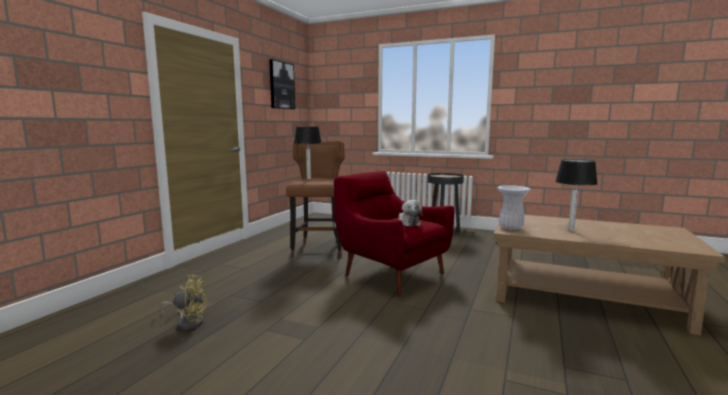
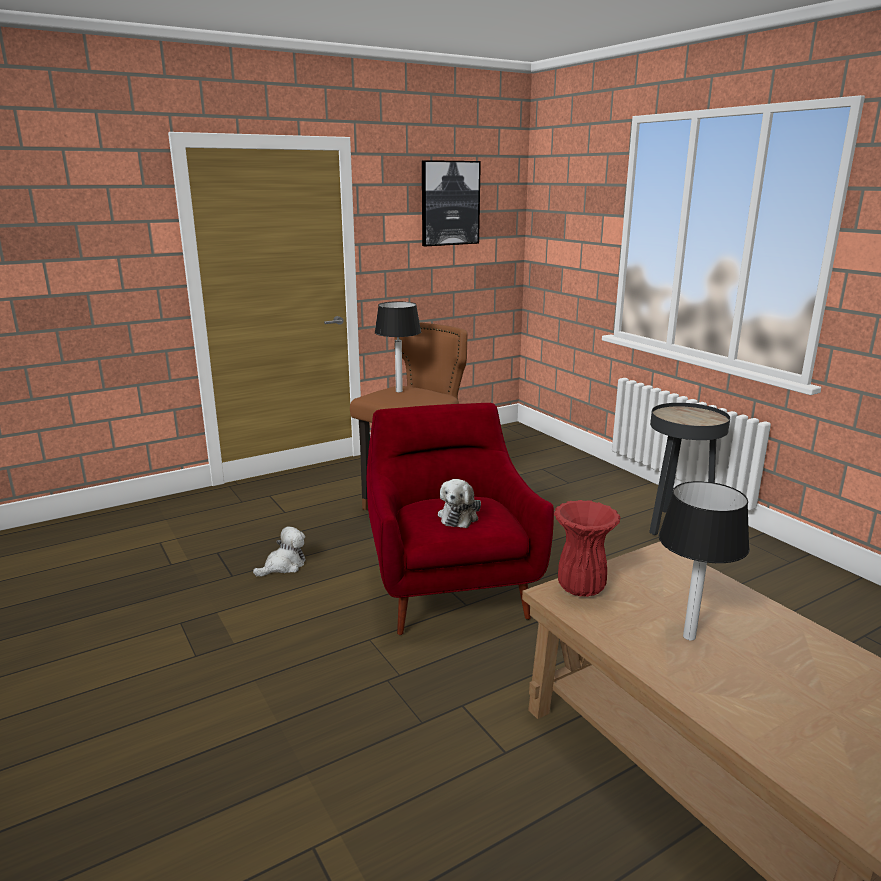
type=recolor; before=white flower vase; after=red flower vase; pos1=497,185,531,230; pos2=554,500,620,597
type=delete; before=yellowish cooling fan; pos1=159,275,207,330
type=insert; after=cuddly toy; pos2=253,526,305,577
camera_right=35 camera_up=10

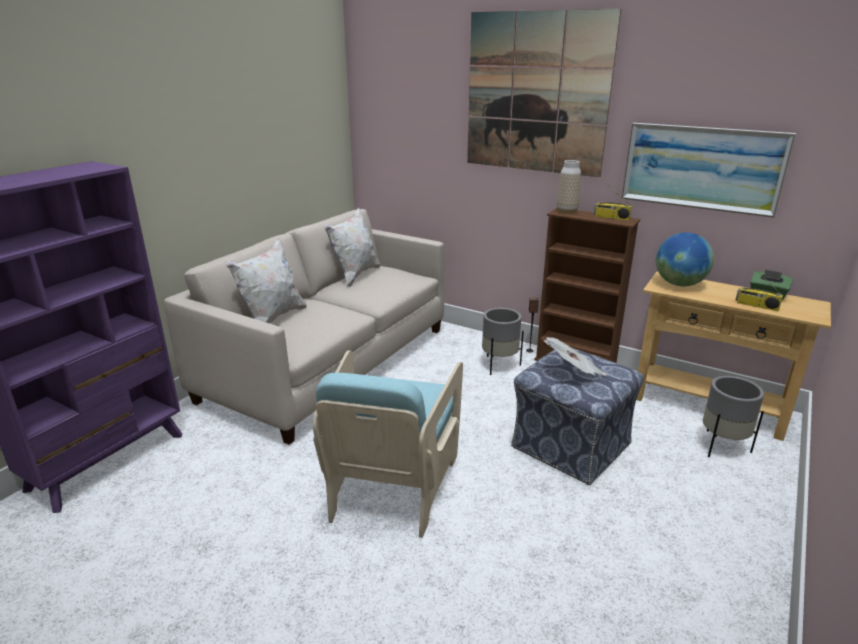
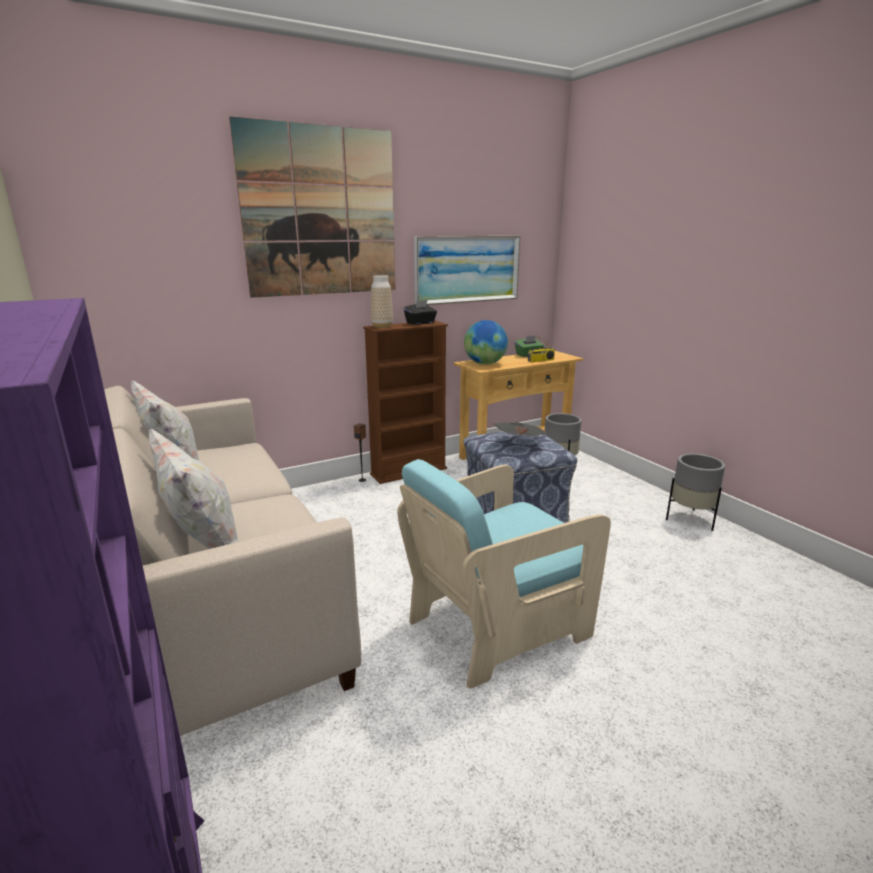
type=replace; before=radio set; after=blackish box of tissues; pos1=594,183,632,220; pos2=404,300,437,325
type=move; before=greyish planter; pos1=482,308,524,375; pos2=666,453,725,531
type=rotate; before=turquoise armchair; pos1=313,350,463,538; pos2=397,459,611,689; turn=105
camera_right=-60 camera_up=-5

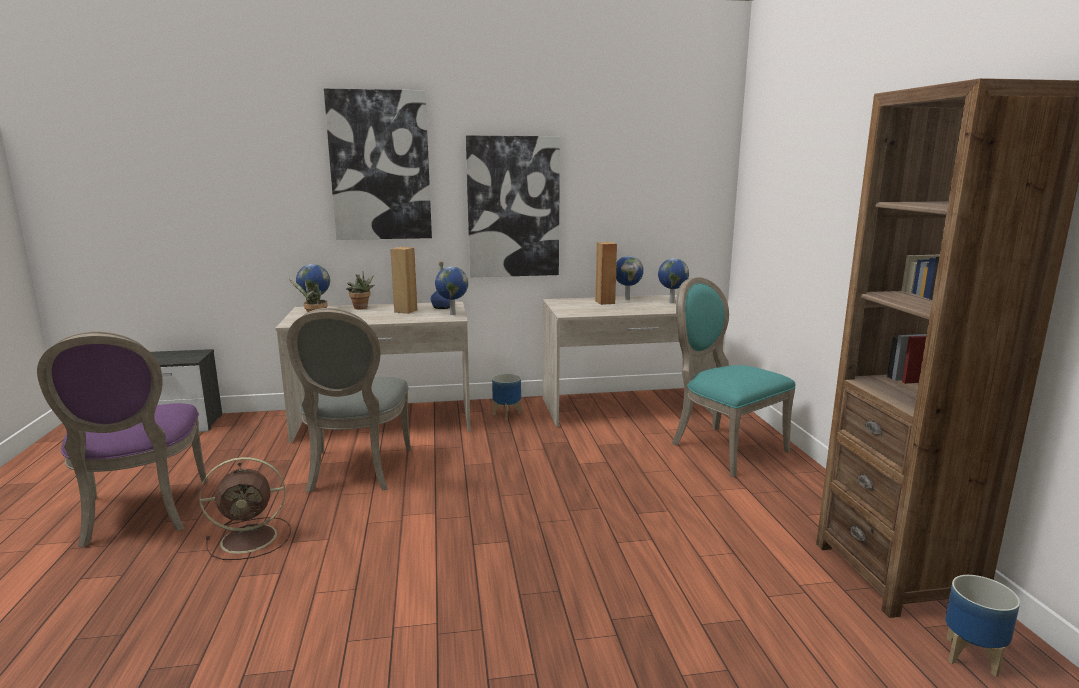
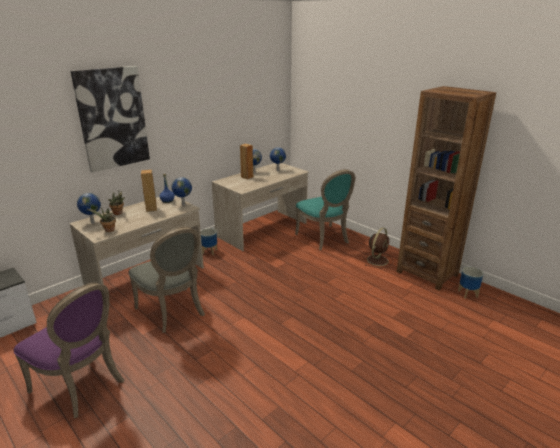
type=delete; before=picture; pos1=466,136,560,277
type=rotate; before=turquoise chair; pos1=672,277,796,477; pos2=295,169,355,250; turn=-135
type=move; before=brown-coloured cooling fan; pos1=199,457,291,560; pos2=363,228,393,268
camera_right=-35 camera_up=10

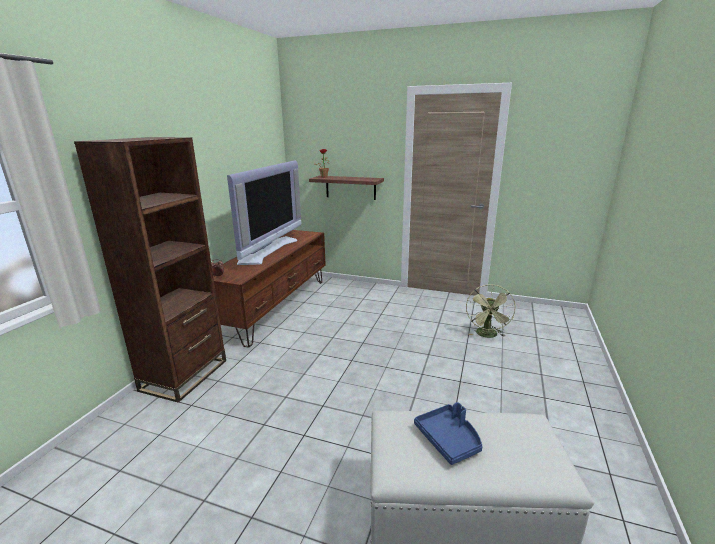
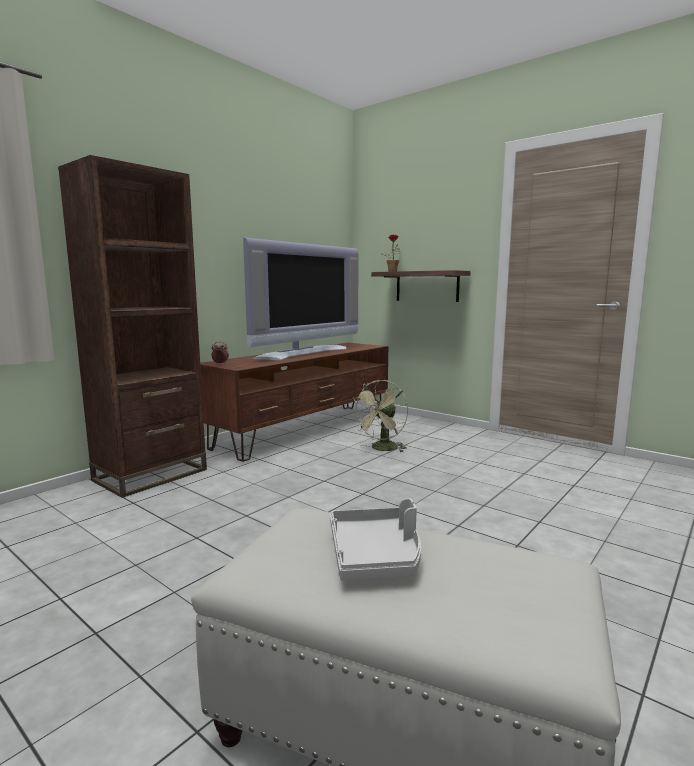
type=move; before=green cooling fan; pos1=466,284,516,338; pos2=351,380,408,452
type=recolor; before=blue-coloured serving tray; after=greyish serving tray; pos1=414,402,483,465; pos2=330,498,421,581
camera_right=20 camera_up=-10

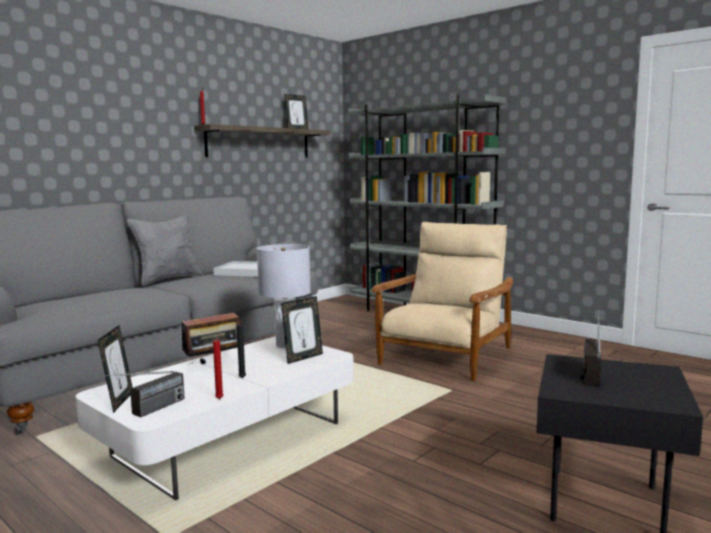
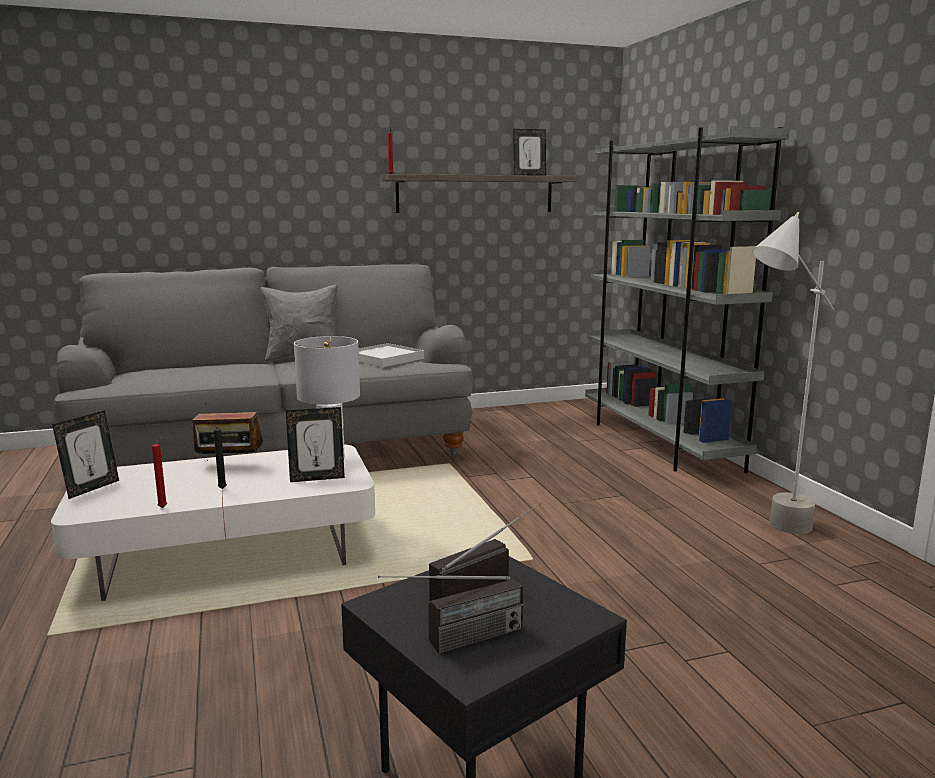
type=delete; before=sand-coloured armchair; pos1=372,222,513,381
type=move; before=radio set; pos1=101,371,185,417; pos2=378,575,523,654
type=insert; after=greyish floor lamp; pos2=752,212,834,534
camera_right=30 camera_up=5

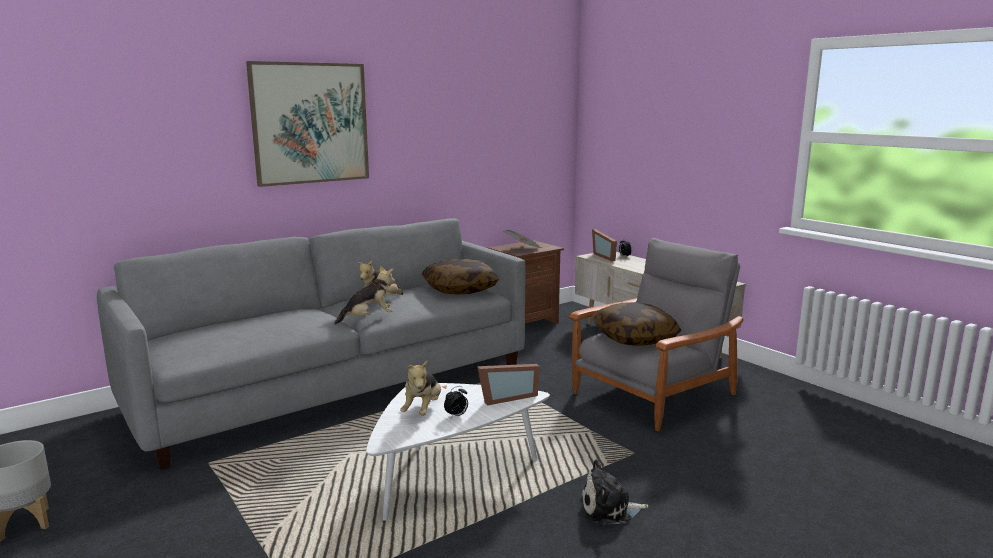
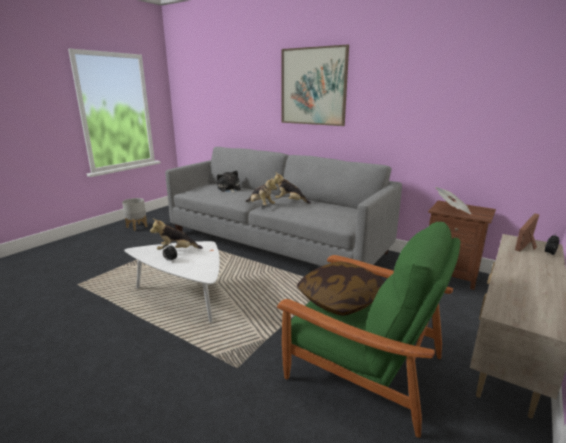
type=recolor; before=greyish armchair; after=green armchair; pos1=569,238,743,431; pos2=277,222,461,438
type=delete; before=throw pillow; pos1=422,259,499,294
type=delete; before=photo frame; pos1=477,364,540,406
type=move; before=cuddly toy; pos1=581,459,649,524; pos2=217,171,241,193
camera_right=70 camera_up=5

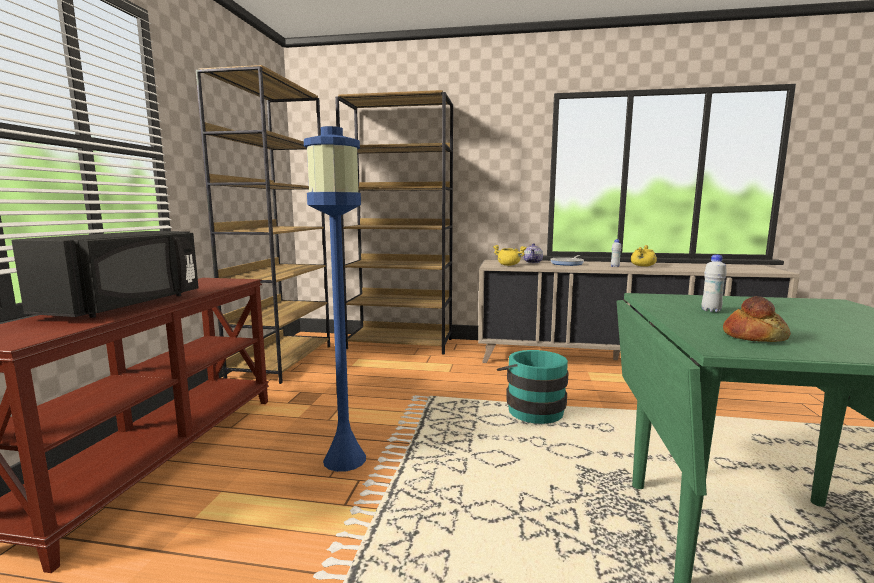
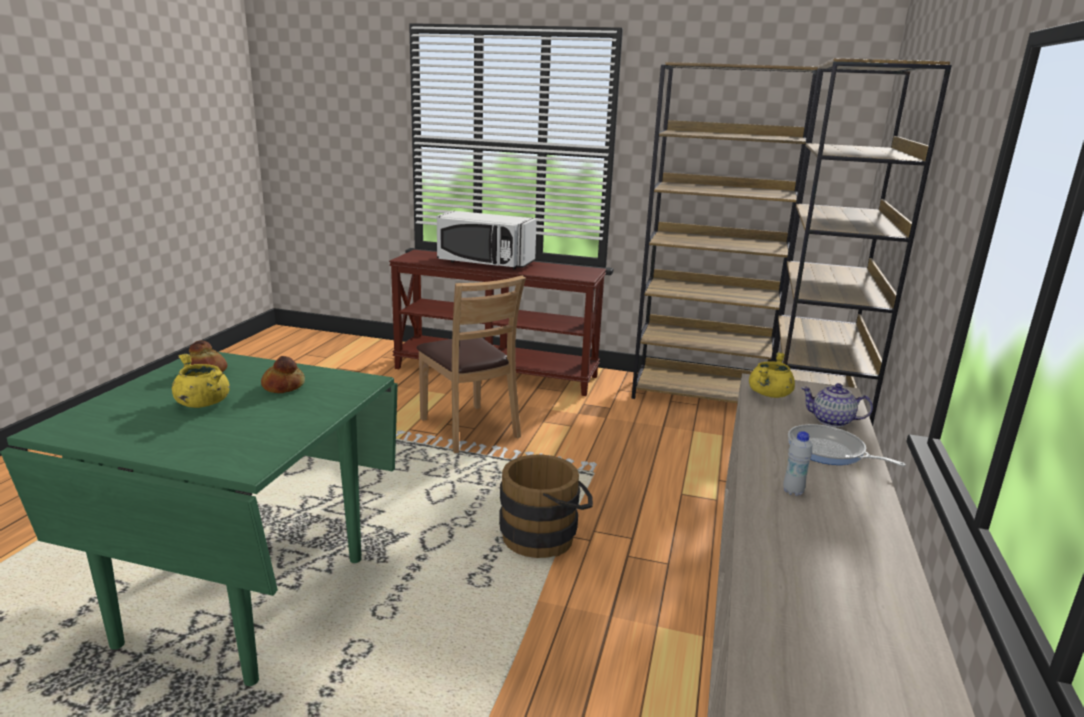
type=replace; before=blue-coloured floor lamp; after=brown-coloured chair; pos1=304,126,366,472; pos2=417,276,526,453
type=recolor; before=blackish kitchen microwave; after=white kitchen microwave; pos1=12,231,199,318; pos2=437,211,537,270
type=move; before=yellowish stockpot; pos1=631,245,657,267; pos2=172,354,230,408
type=replace; before=white bottle; after=bakery bread; pos1=702,255,727,312; pos2=261,356,305,393
type=recolor; before=turquoise pail; after=brown-coloured pail; pos1=497,350,569,424; pos2=499,454,593,558
camera_right=95 camera_up=10

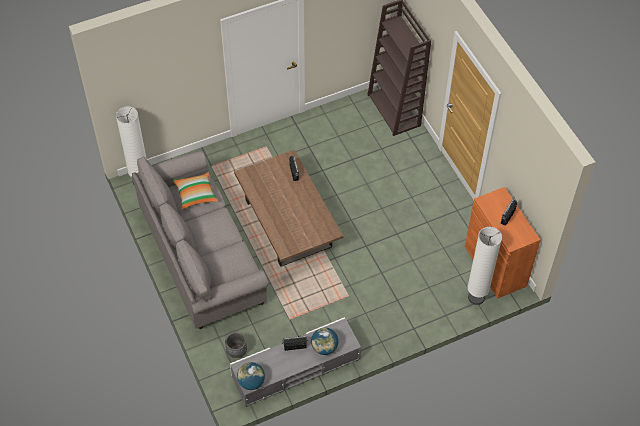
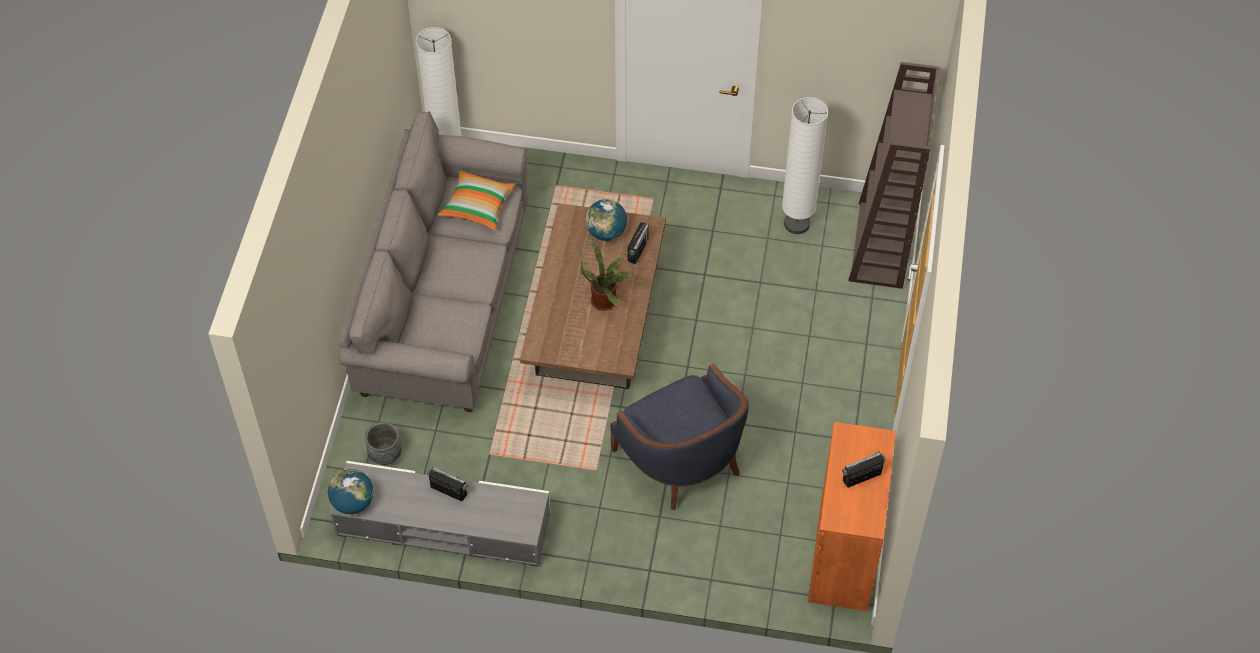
type=move; before=white floor lamp; pos1=468,227,502,305; pos2=782,97,828,234
type=move; before=globe; pos1=311,328,338,355; pos2=585,199,627,241
type=insert; after=potted plant; pos2=579,237,636,311
type=insert; after=blue-coloured armchair; pos2=610,363,749,510
camera_right=35 camera_up=0

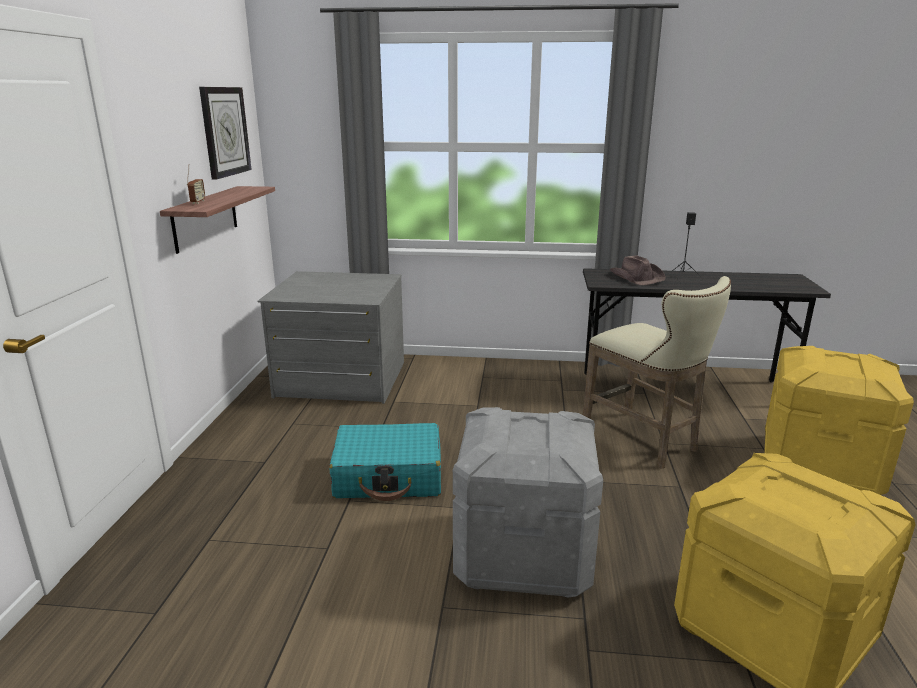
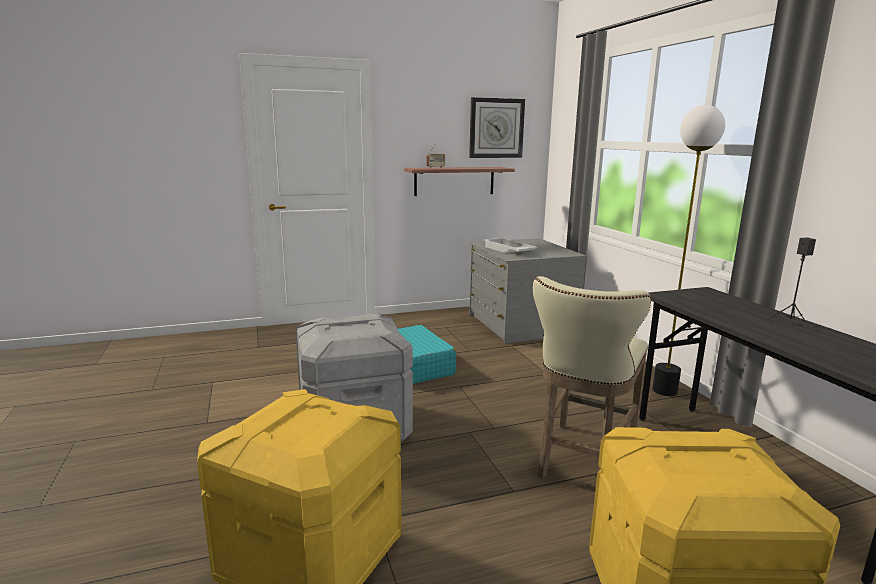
type=delete; before=brown-coloured clothing hat; pos1=610,255,666,285
type=insert; after=floor lamp; pos2=652,105,725,396
type=insert; after=white serving tray; pos2=484,238,537,253
camera_right=65 camera_up=-5

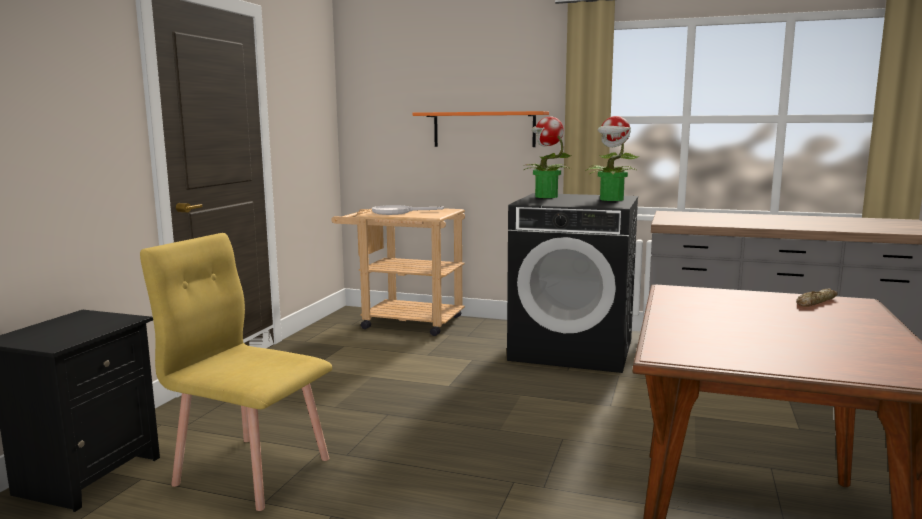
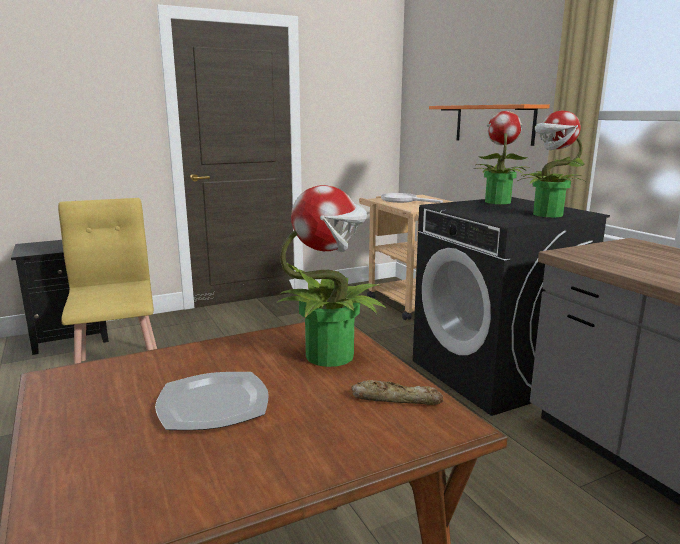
type=insert; after=potted plant; pos2=277,185,386,367
type=insert; after=plate; pos2=155,372,269,430
camera_right=45 camera_up=5

